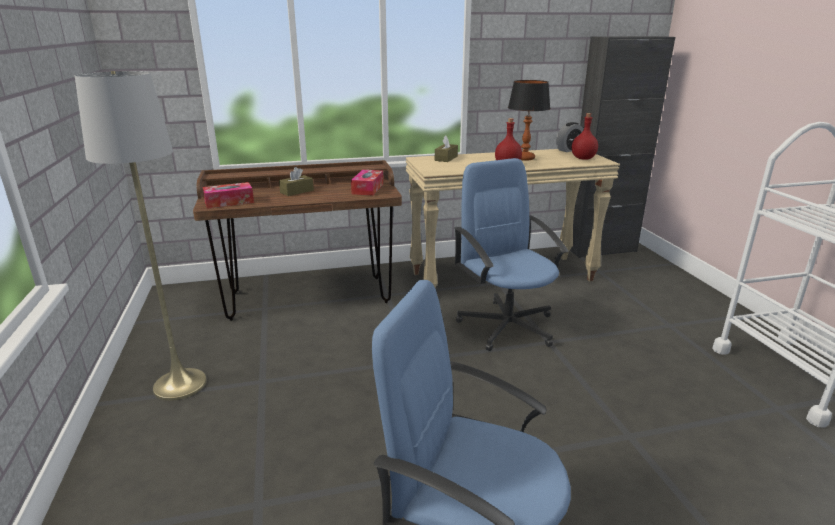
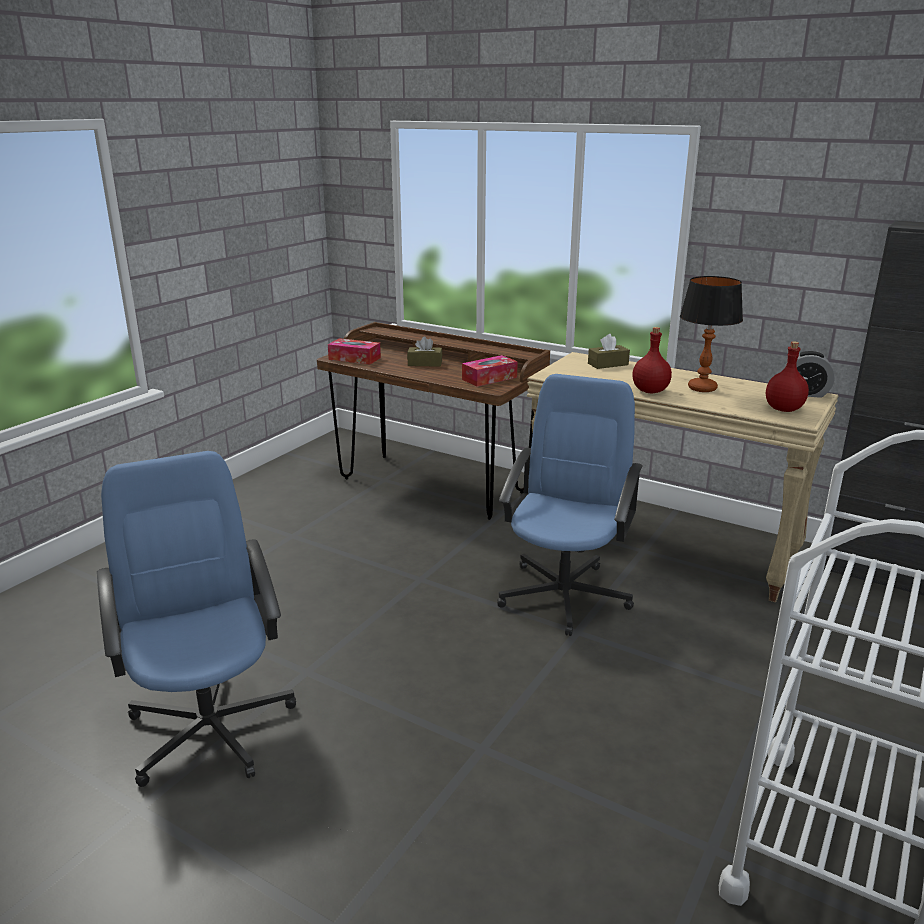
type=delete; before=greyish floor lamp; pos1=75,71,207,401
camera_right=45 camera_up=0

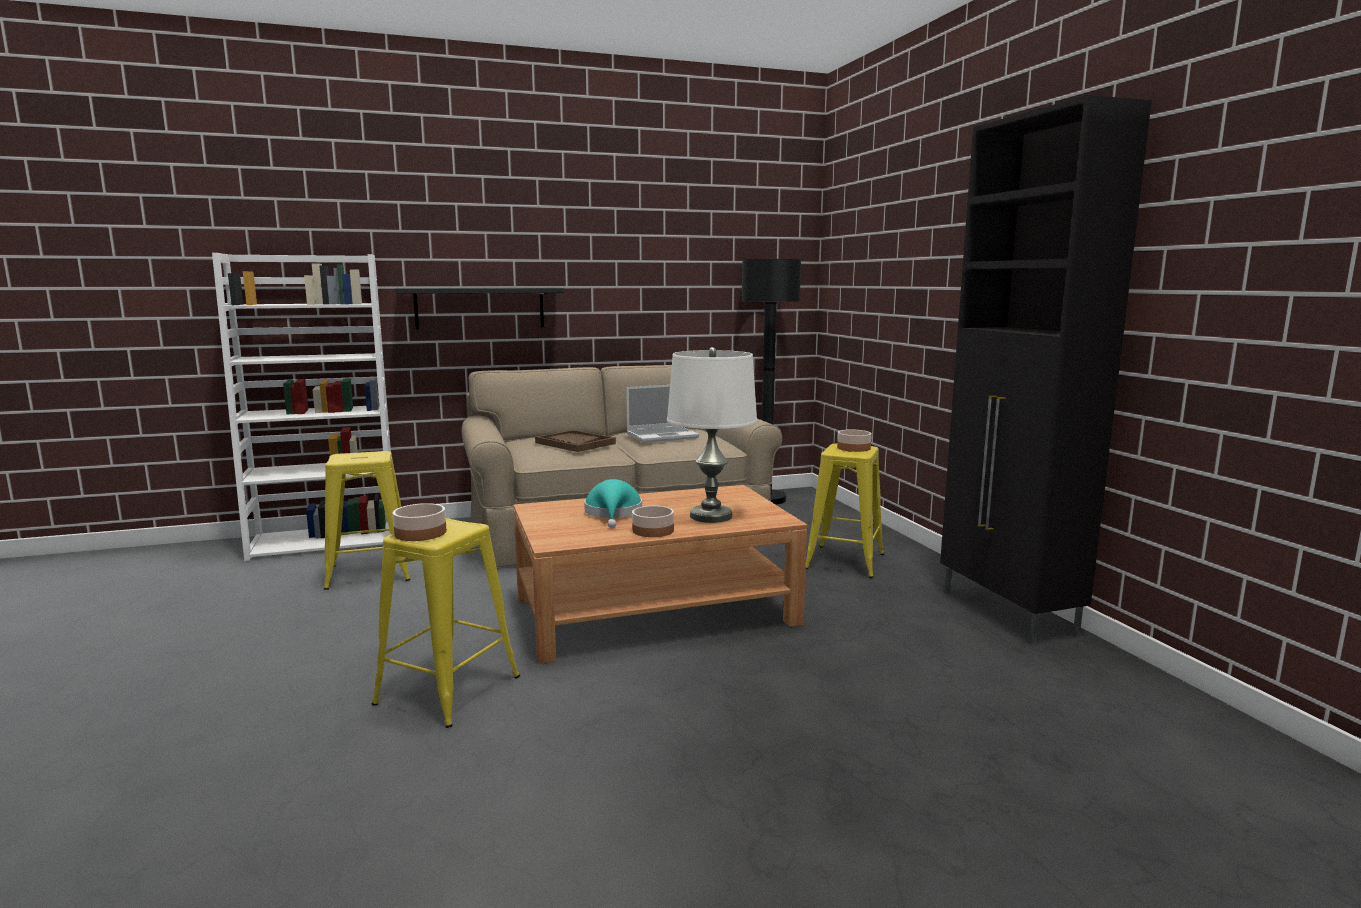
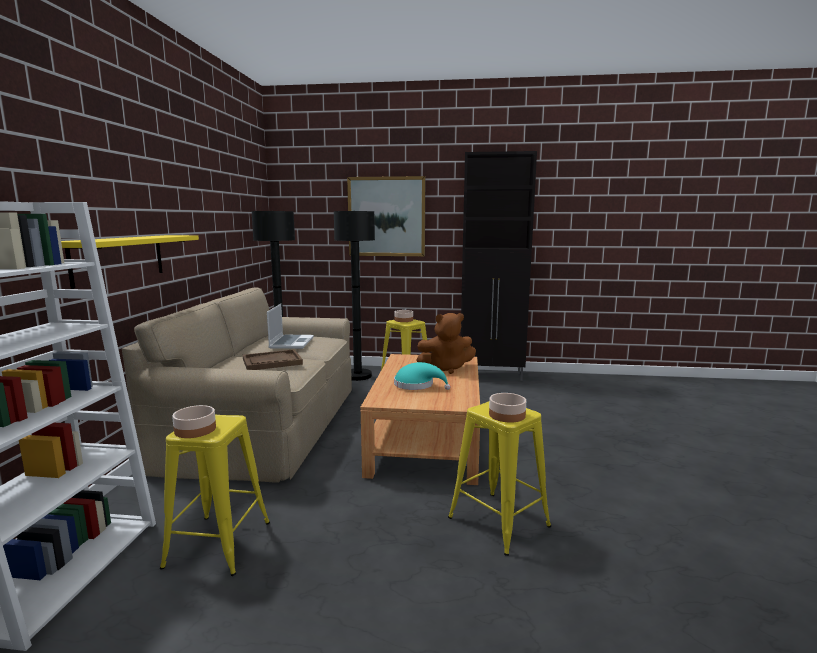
type=recolor; before=blackish bracket shelf; after=yellowish bracket shelf; pos1=396,288,564,330; pos2=61,235,199,289
type=replace; before=white tabletop lamp; after=brown-coloured cuddly toy; pos1=667,347,757,523; pos2=416,313,476,374
type=move; before=bowl; pos1=632,506,674,537; pos2=172,405,216,438
type=insert; after=picture; pos2=347,176,425,256
type=insert; after=blackish floor lamp; pos2=334,211,375,381
camera_right=-65 camera_up=0

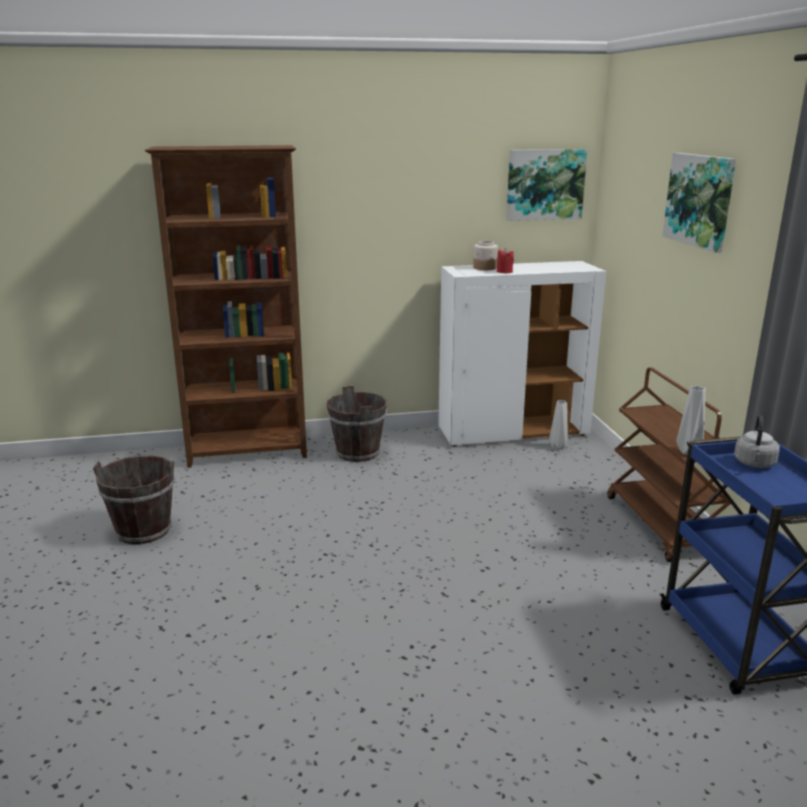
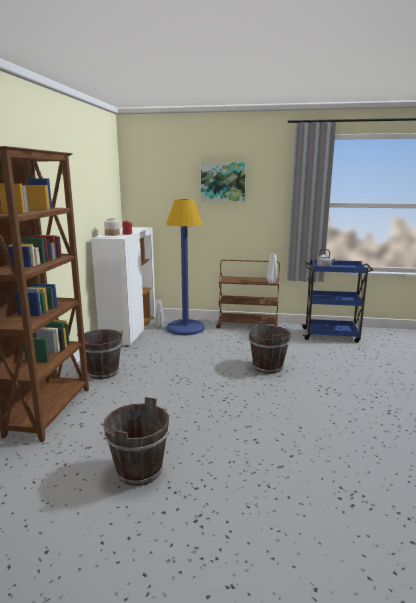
type=delete; before=picture; pos1=506,149,587,221
type=insert; after=blue-coloured floor lamp; pos2=166,199,204,335
type=insert; after=brown-coloured pail; pos2=249,321,291,374
camera_right=-70 camera_up=-5

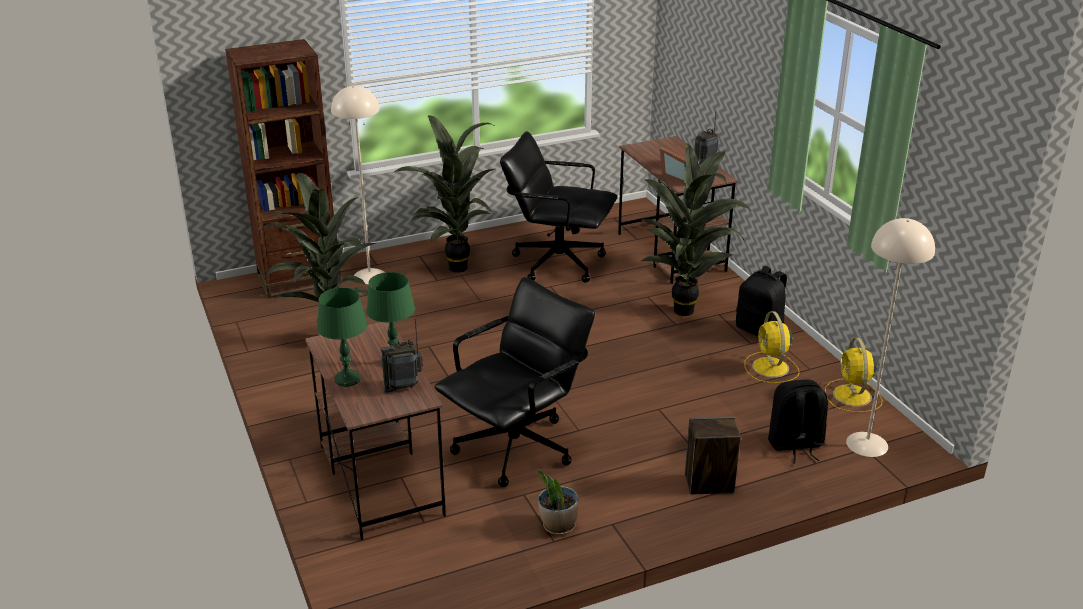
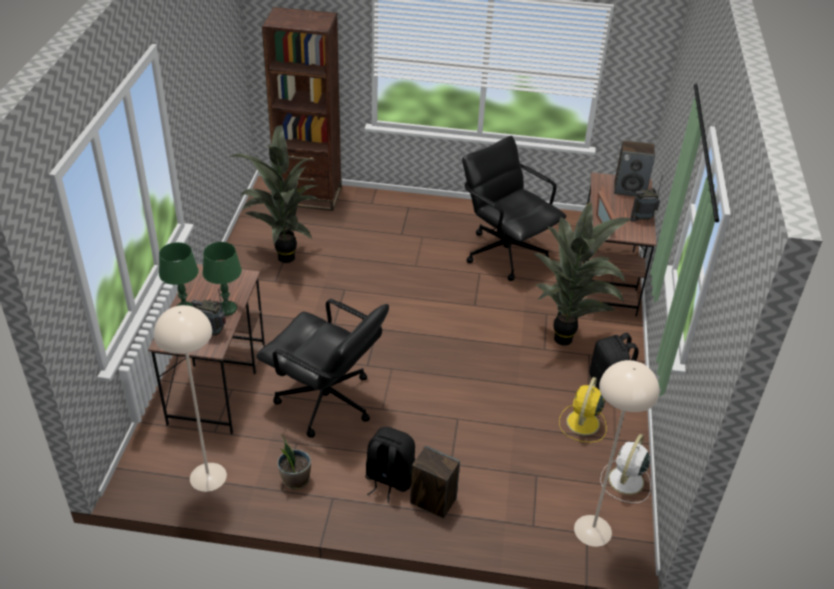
type=move; before=sand-coloured floor lamp; pos1=331,86,385,284; pos2=154,305,227,492
type=delete; before=potted plant; pos1=394,115,496,273
type=rotate; before=blackish computer chair; pos1=434,277,595,487; pos2=256,299,389,438; turn=45
type=recolor; before=yellowish cooling fan; after=white cooling fan; pos1=825,338,882,412; pos2=600,434,651,503
type=move; before=blackish rucksack; pos1=768,380,828,464; pos2=365,427,415,503
type=insert; after=speaker; pos2=614,140,655,196
camera_right=30 camera_up=10

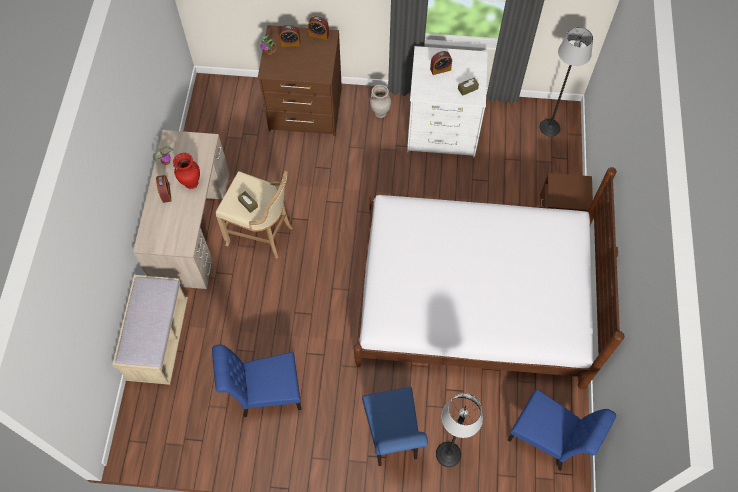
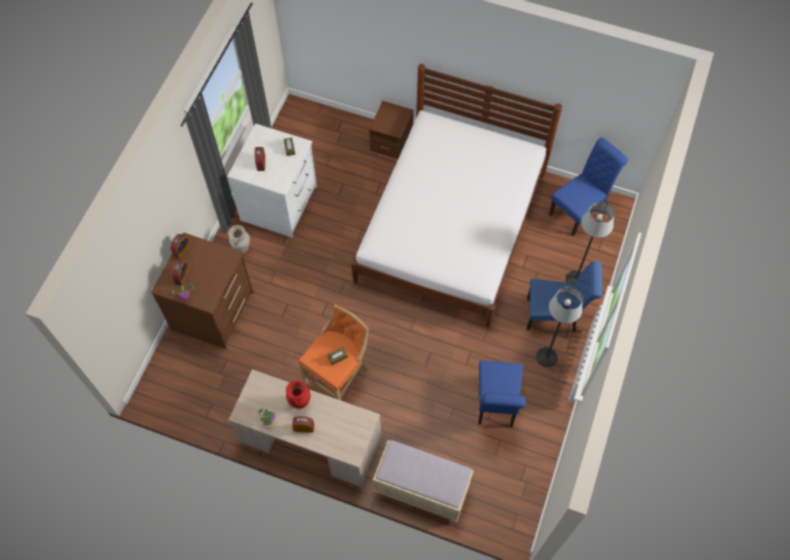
type=move; before=floor lamp; pos1=539,27,593,137; pos2=536,286,583,367
type=recolor; before=sand-coloured stool seat; after=orange stool seat; pos1=216,171,293,259; pos2=298,304,369,400
camera_right=-75 camera_up=0

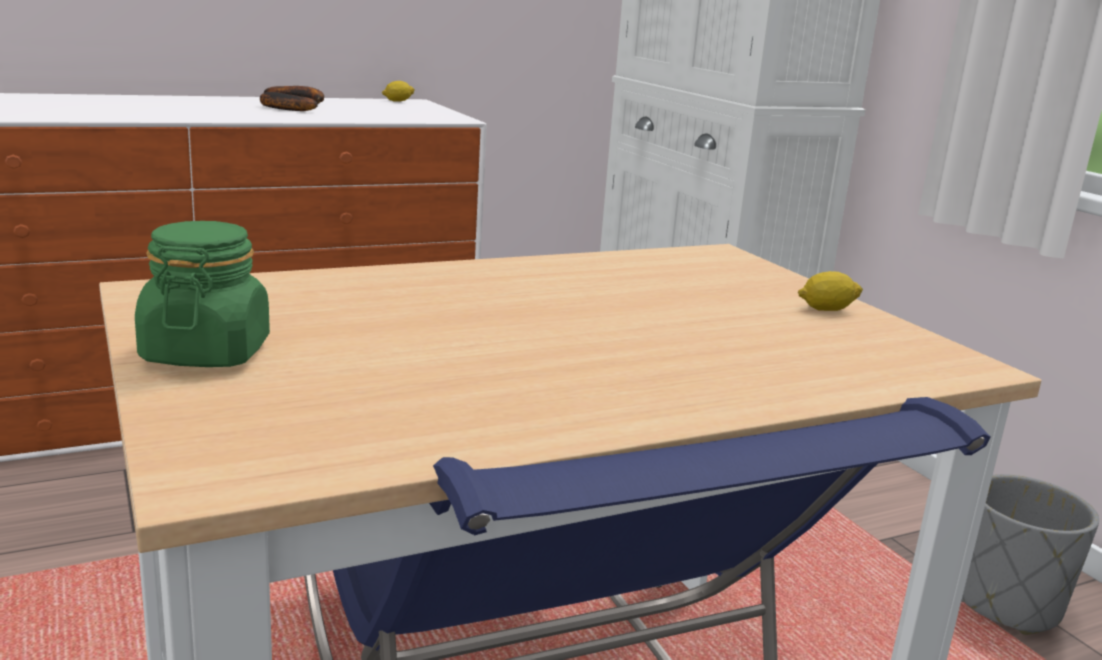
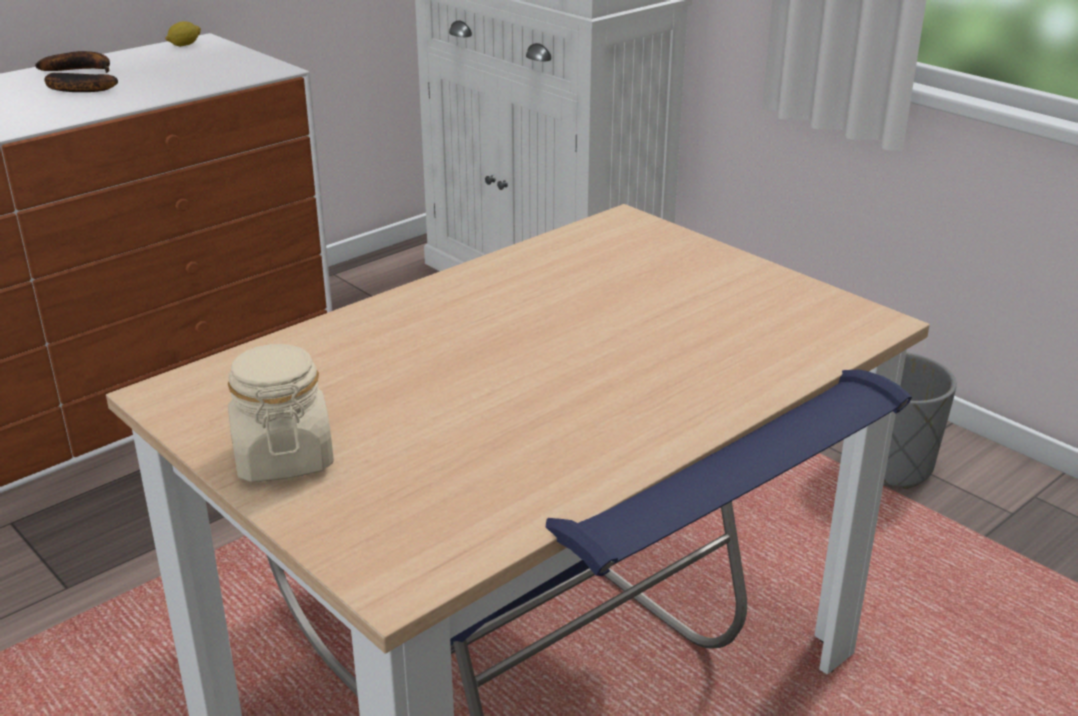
type=recolor; before=green jar; after=sand-coloured jar; pos1=135,221,270,367; pos2=228,344,334,482
type=delete; before=lemon; pos1=798,271,863,311
camera_right=-15 camera_up=10

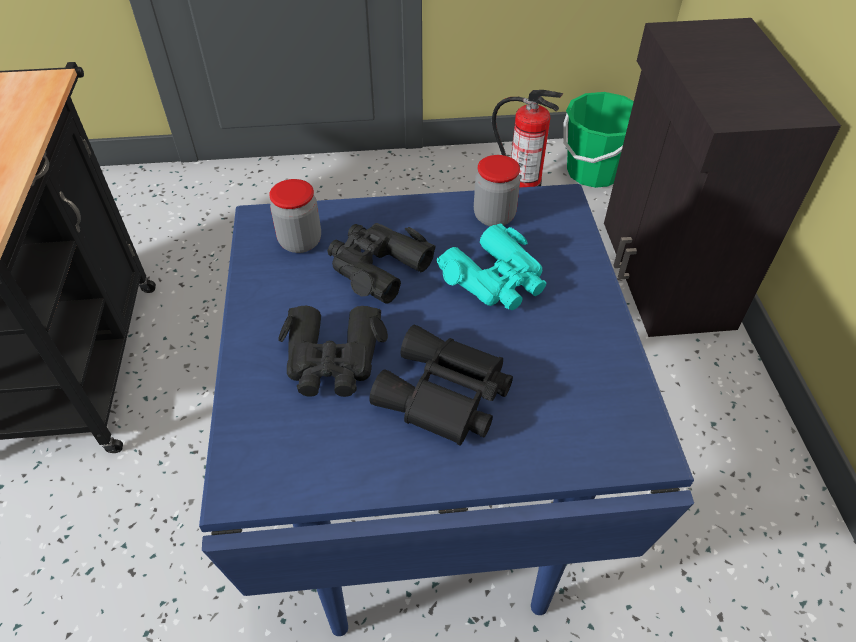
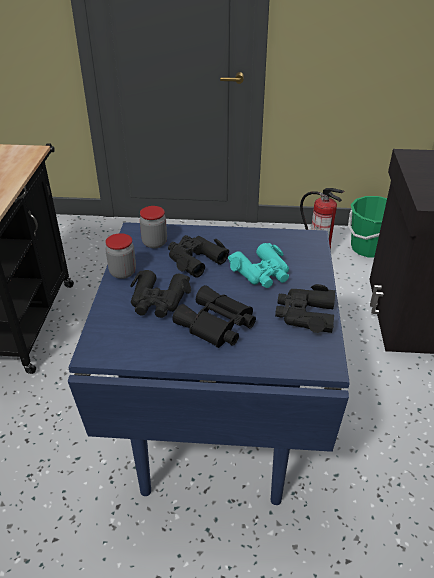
type=move; before=jar; pos1=474,155,520,226; pos2=105,233,136,279
type=insert; after=blackish field glasses; pos2=275,284,336,333
camera_right=10 camera_up=-10

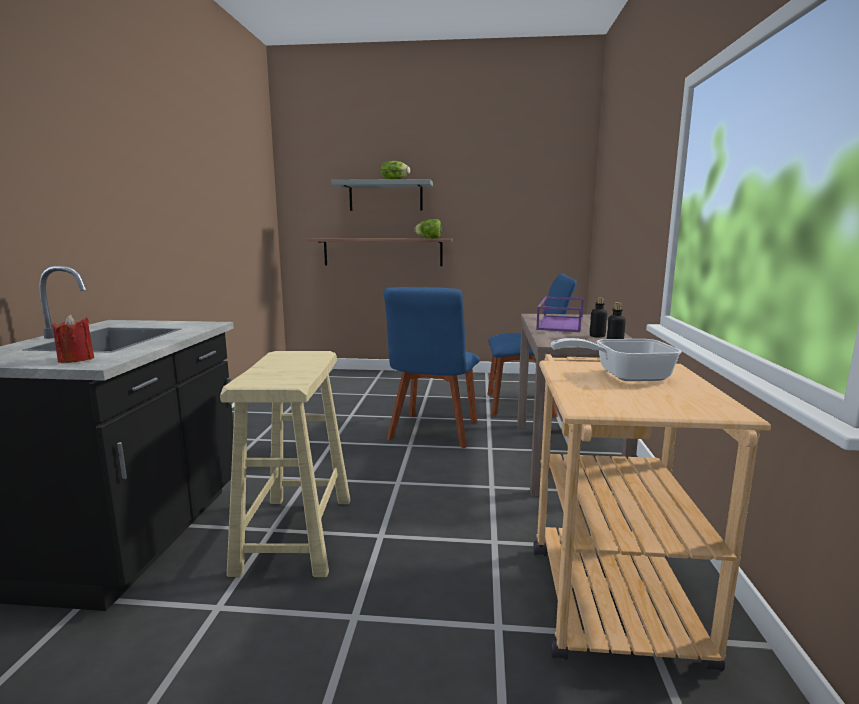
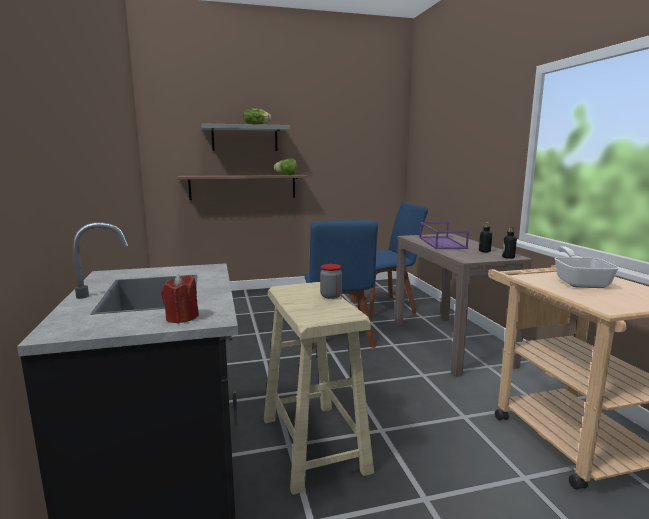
type=rotate; before=frying pan; pos1=551,338,682,381; pos2=554,246,619,288; turn=120
type=insert; after=jar; pos2=320,264,342,299
camera_right=-20 camera_up=0

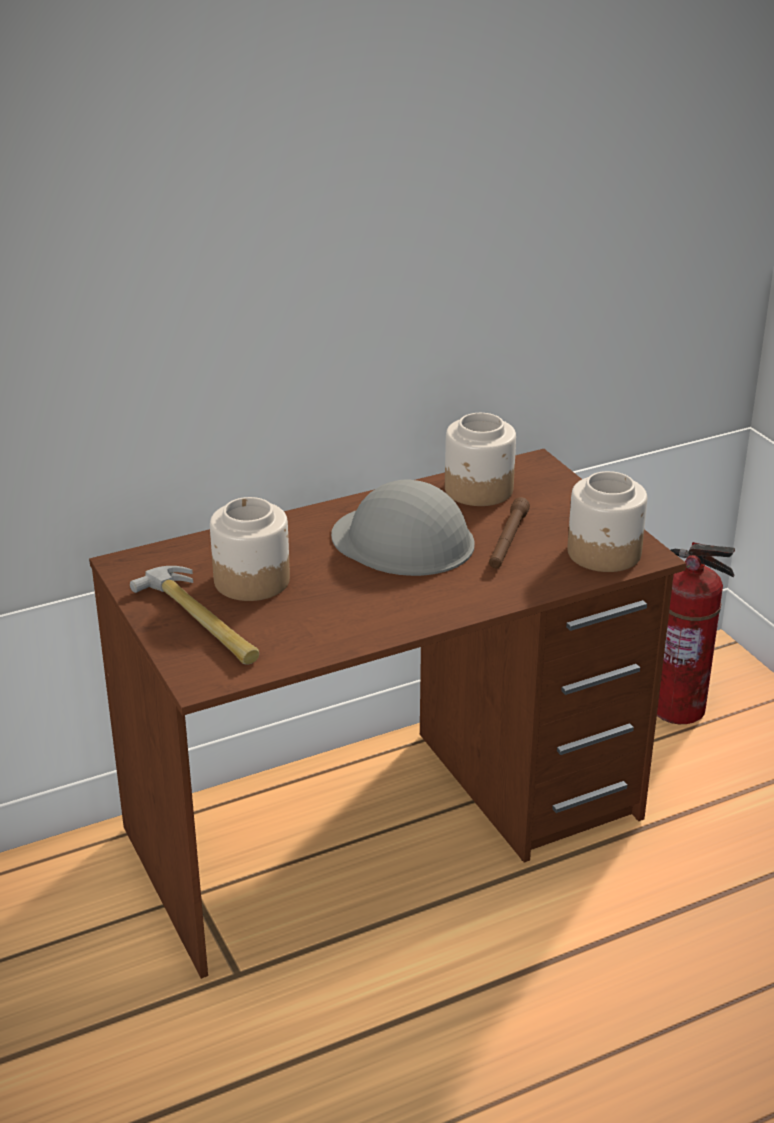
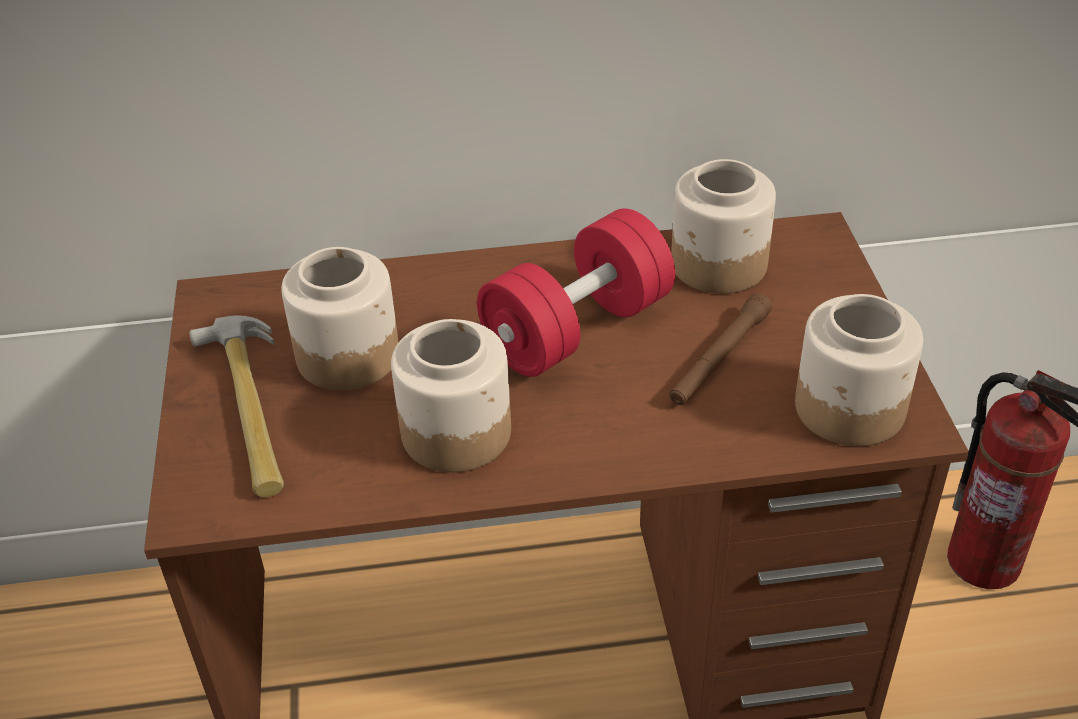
type=replace; before=greyish work helmet; after=red hand weight; pos1=331,479,475,576; pos2=477,208,675,377
type=insert; after=jar; pos2=391,319,511,473
camera_right=20 camera_up=10

